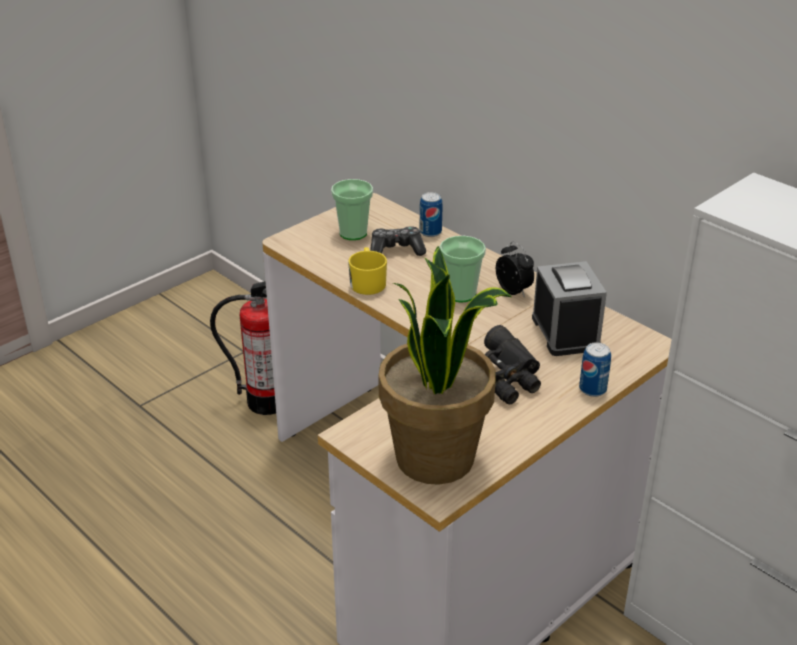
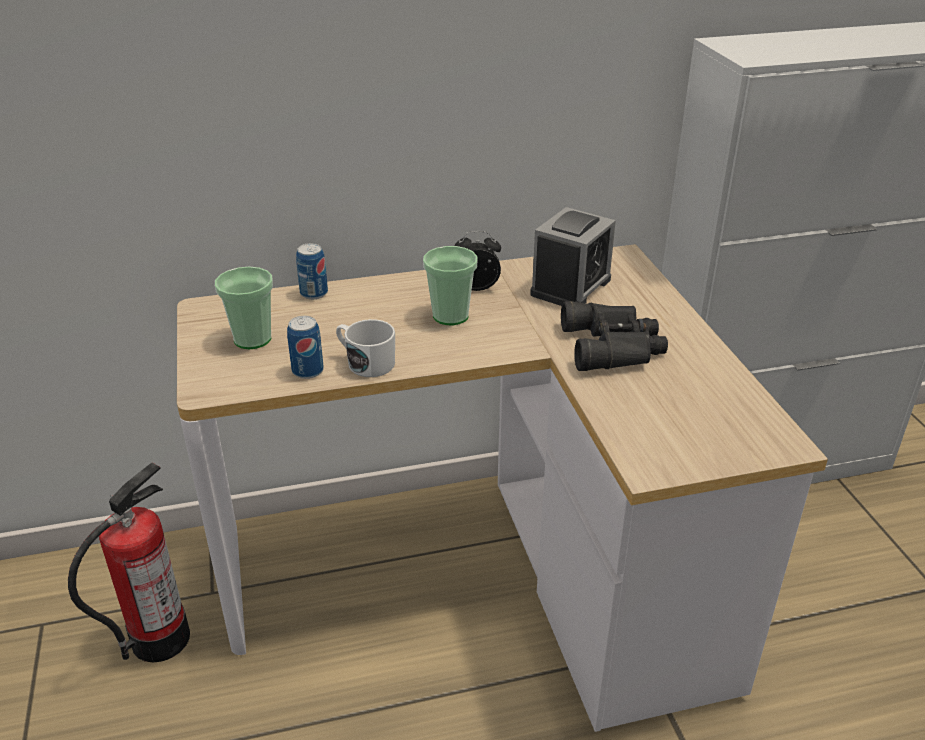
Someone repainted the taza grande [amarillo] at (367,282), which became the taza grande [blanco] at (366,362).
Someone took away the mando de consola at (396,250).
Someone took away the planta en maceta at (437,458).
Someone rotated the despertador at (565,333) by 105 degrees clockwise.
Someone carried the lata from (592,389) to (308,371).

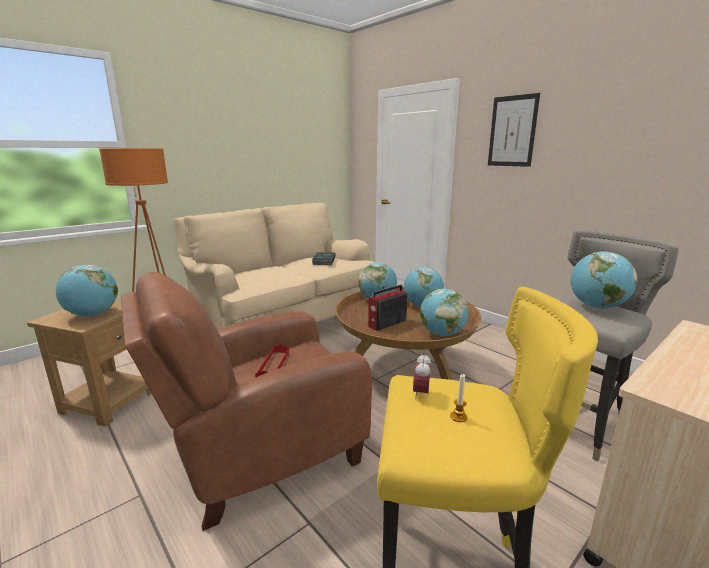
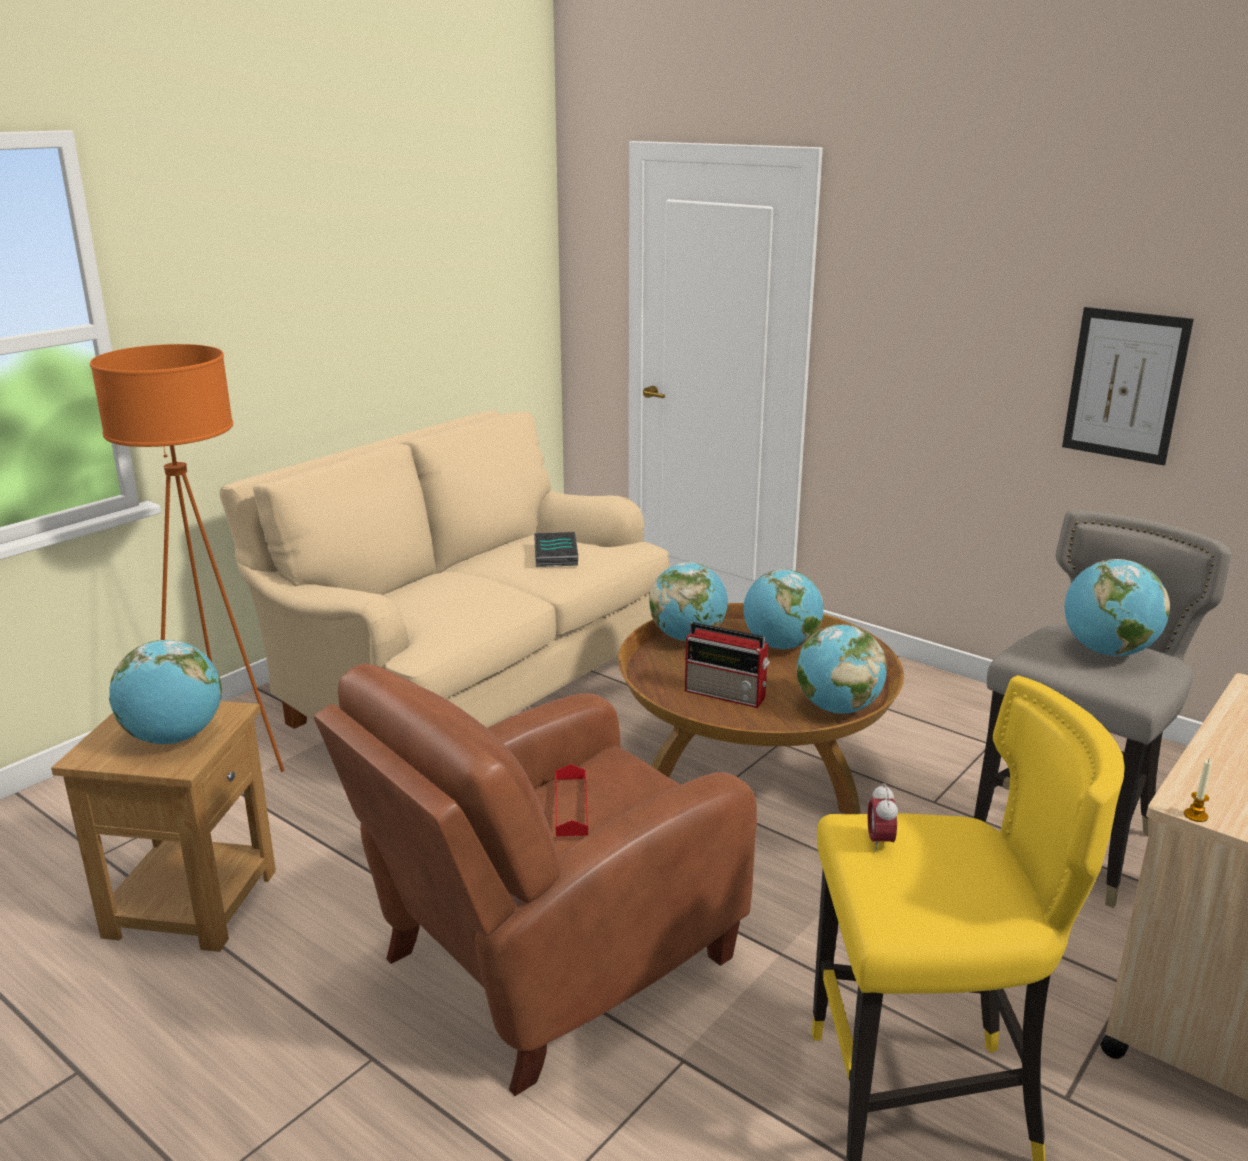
Someone rotated the radio at (386,324) by 105 degrees counterclockwise.
Someone carried the vela from (458,417) to (1195,815).
Someone carried the cuadro from (512,131) to (1125,385).

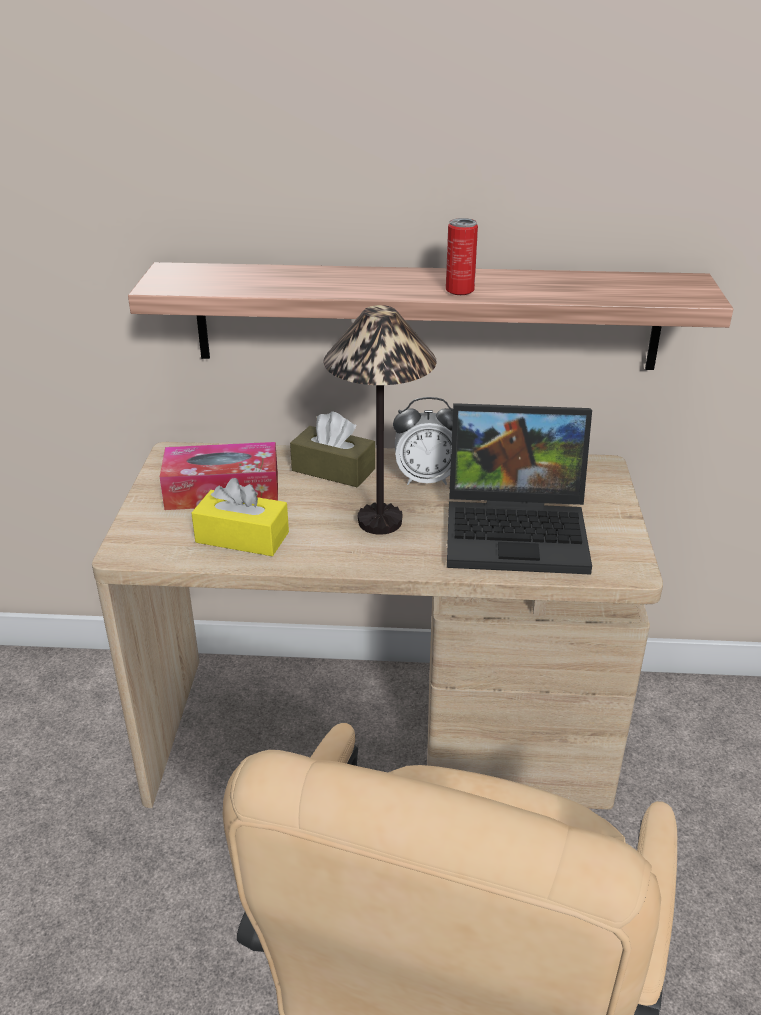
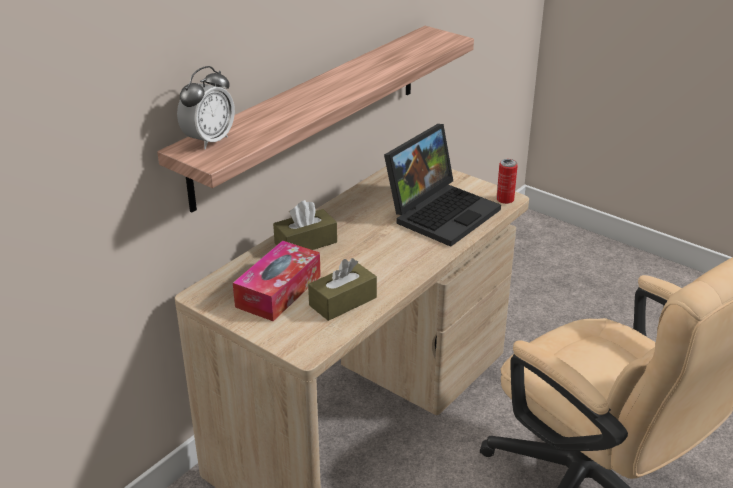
Someone repainted the caja de pañuelos [amarillo] at (242,537), which became the caja de pañuelos [marrón] at (343,301).
Someone took away the lámpara de mesa at (380,521).
Someone carried the despertador from (426,479) to (209,140).
Someone carried the lata from (459,291) to (505,200).

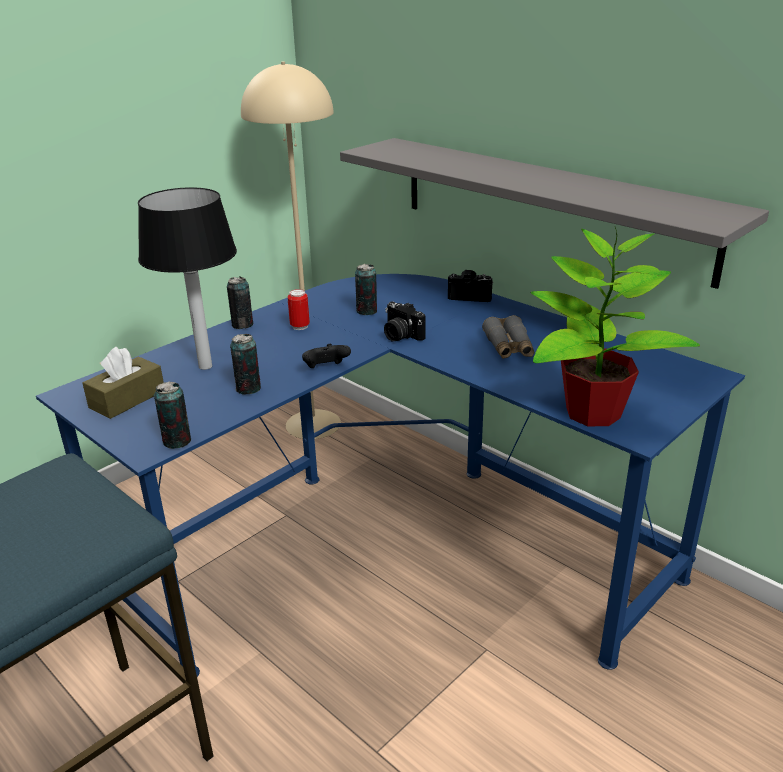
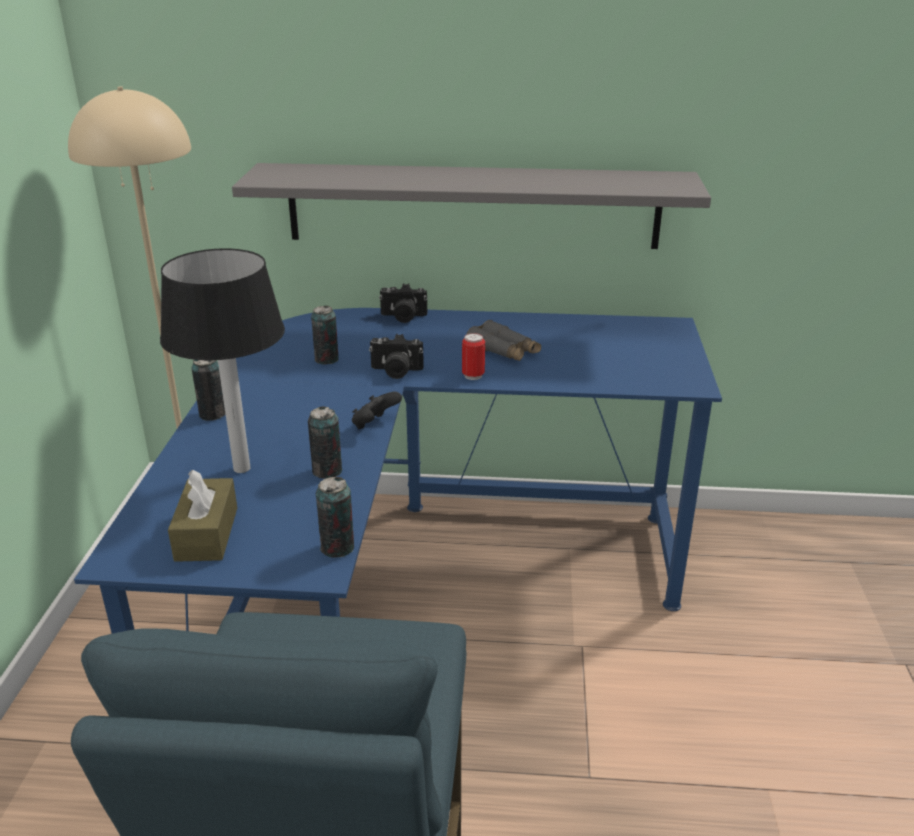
Someone carried the lata from (300,326) to (473,376).
Someone rotated the cámara at (470,296) by 150 degrees counterclockwise.
Someone took away the planta en maceta at (591,412).

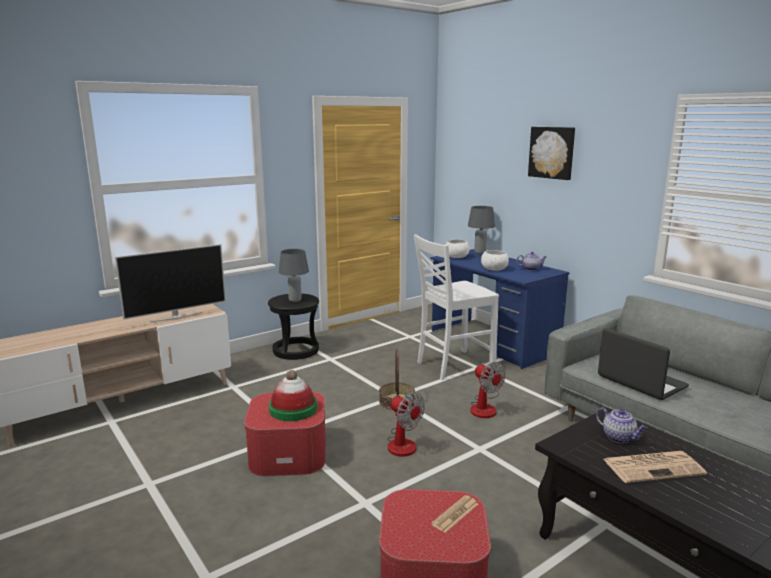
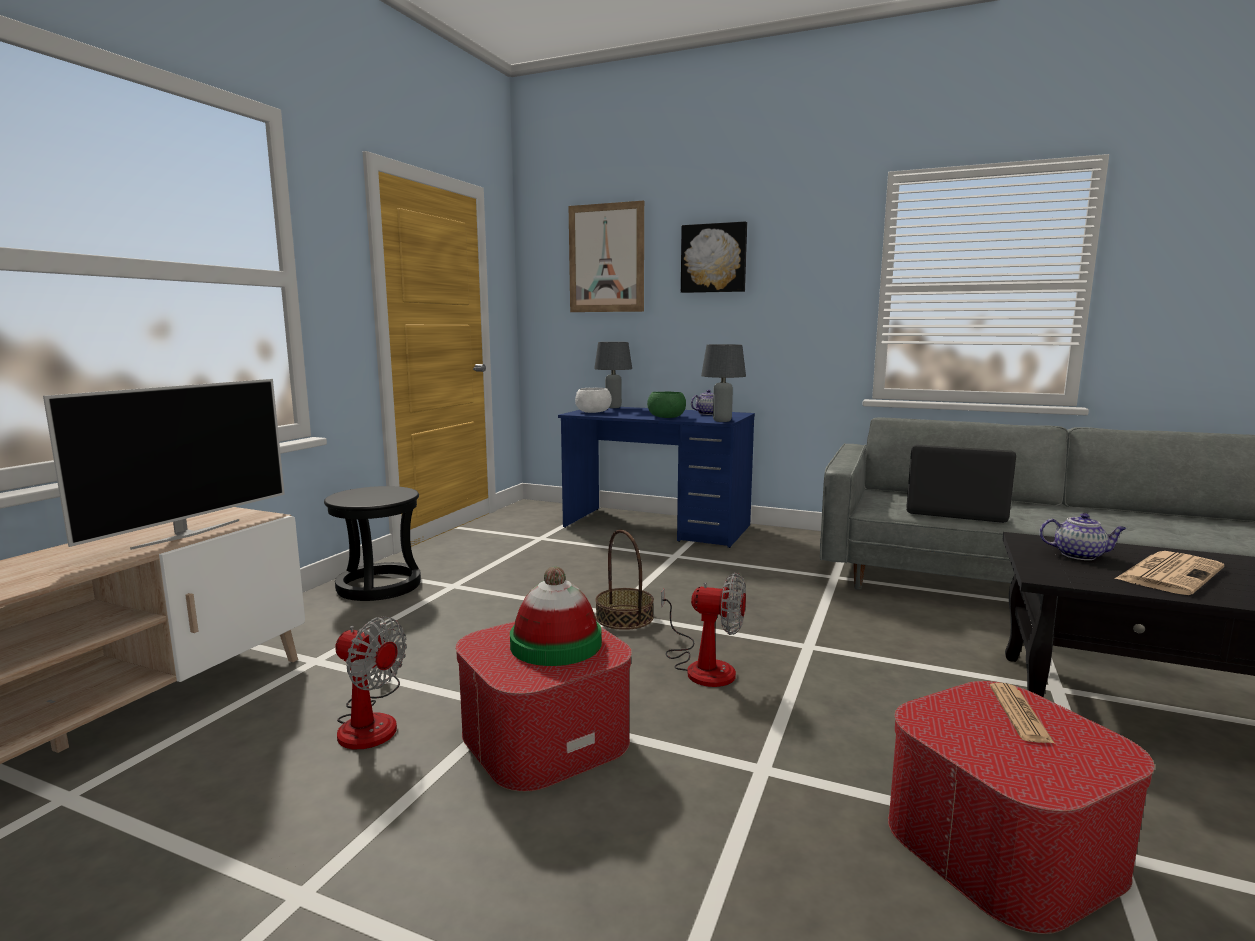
Someone carried the lámpara de mesa [gris] from (295,300) to (722,421).
Someone took away the silla [blanco] at (453,365).
Someone carried the ventilador from (485,407) to (371,720).
Someone repainted the cuenco [blanco] at (494,269), which became the cuenco [verde] at (667,417).
Someone put up the cuadro at (606,258).

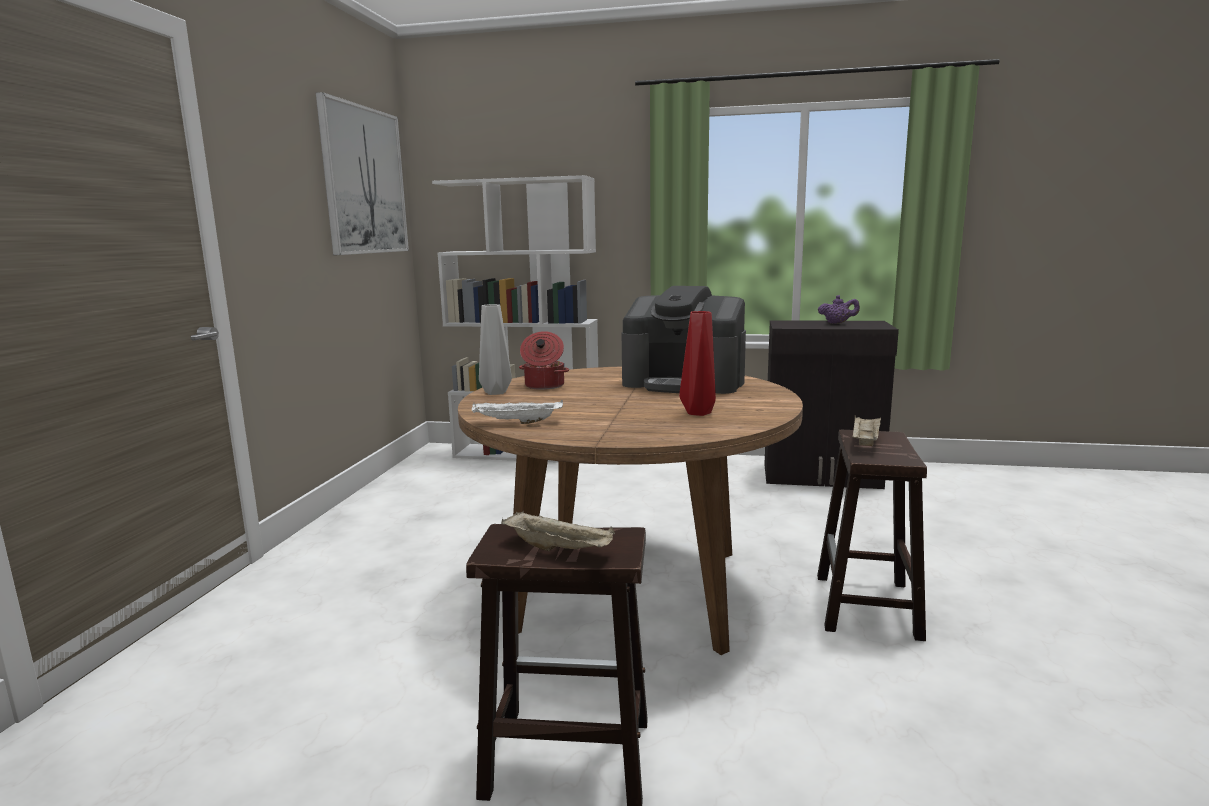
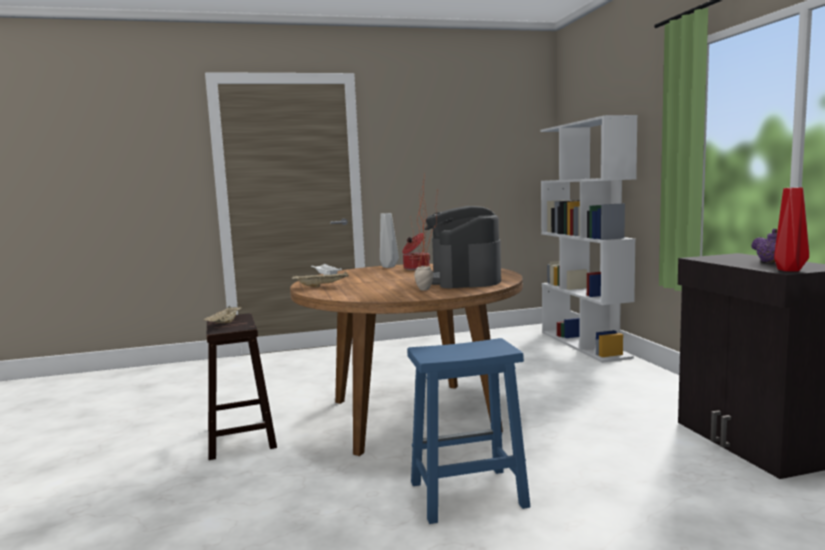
Someone took away the cuadro at (364,181).
Someone carried the florero [rojo] from (698,412) to (790,270).
Someone repainted the taburete [marrón] at (867,607), which became the taburete [azul] at (466,495).
Someone carried the bandeja [beis] from (865,441) to (322,286).
Someone put down the planta en maceta at (427,290).

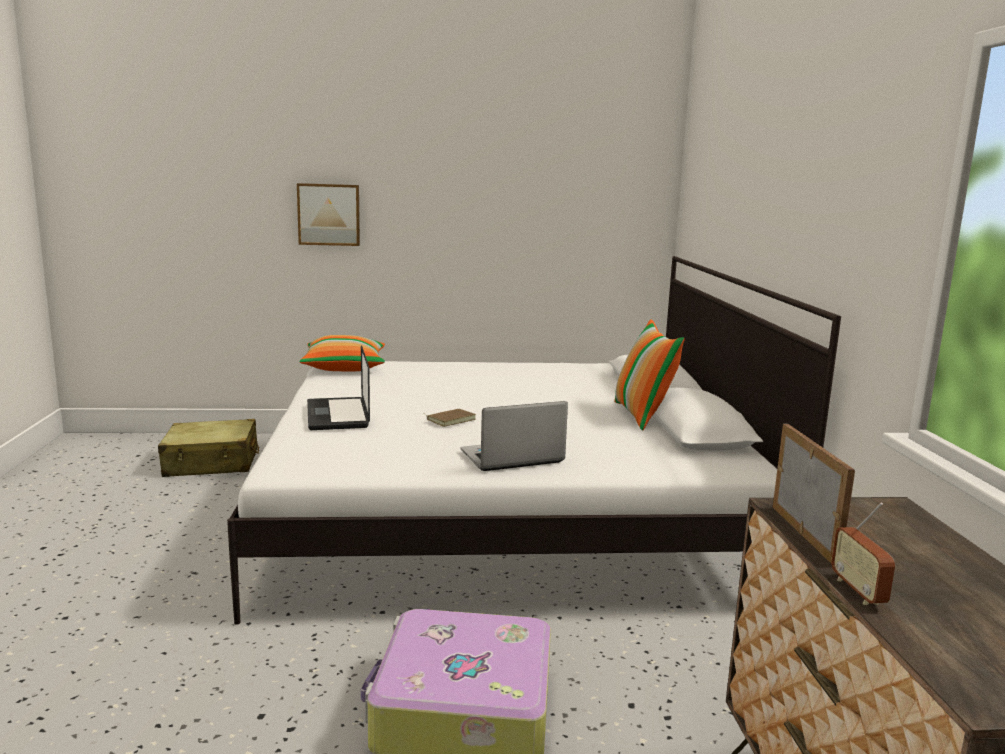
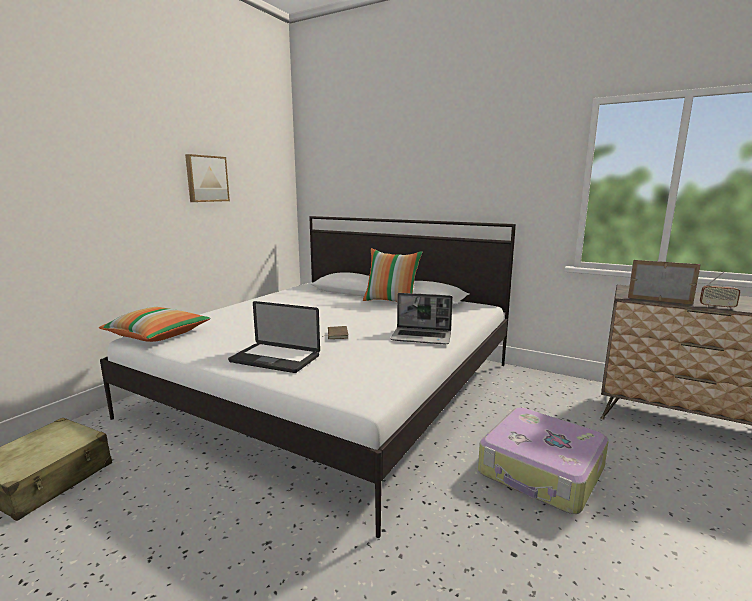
Someone carried the cuadro from (329,214) to (206,179).
Someone rotated the portátil at (511,458) by 90 degrees counterclockwise.

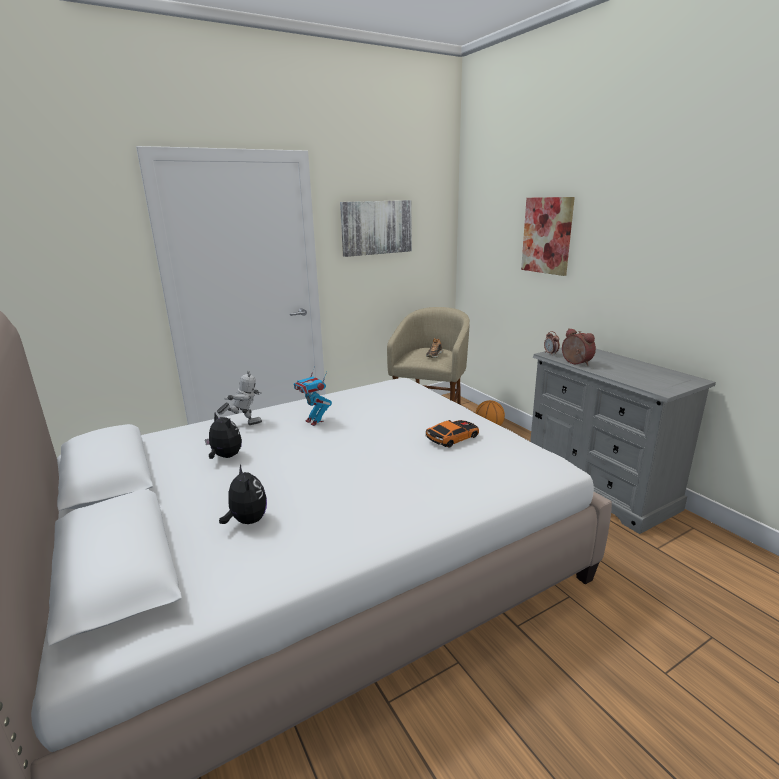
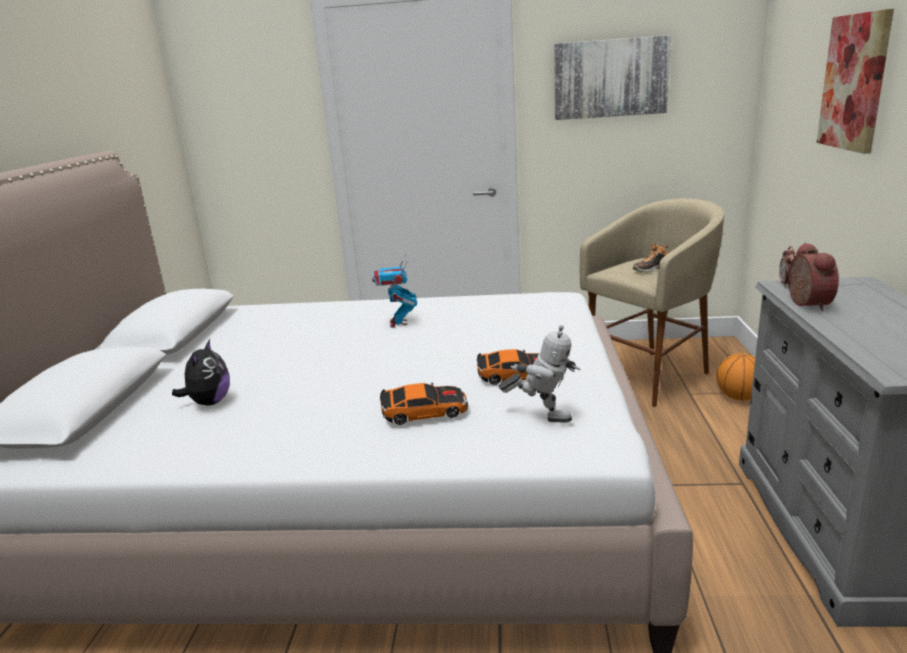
Someone took away the peluche at (225,457).
Someone carried the robot de juguete from (244,423) to (542,416).
Someone put down the coche de juguete at (424,410).

